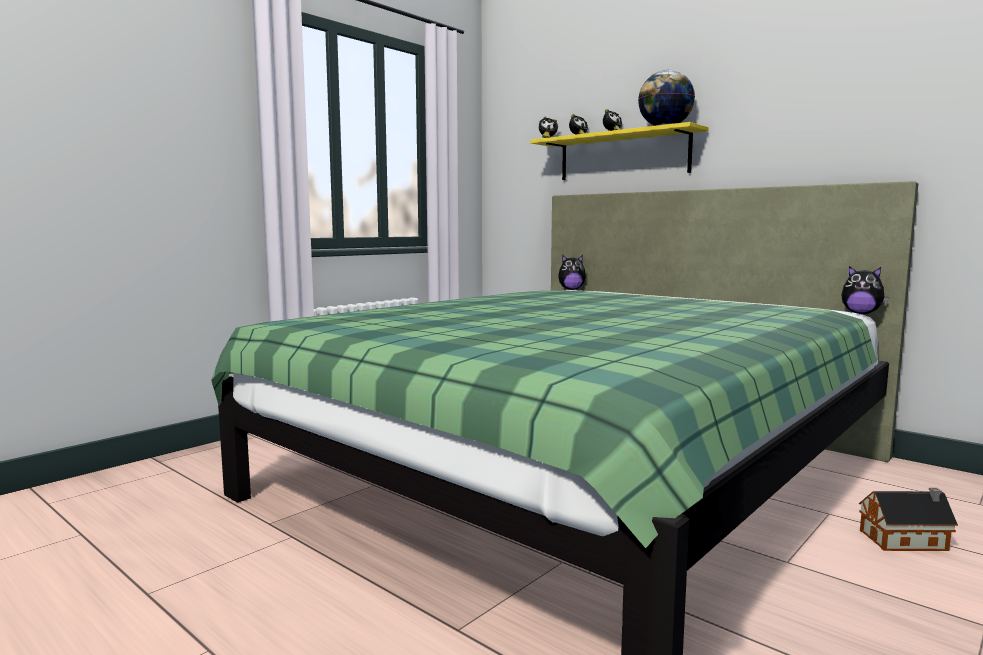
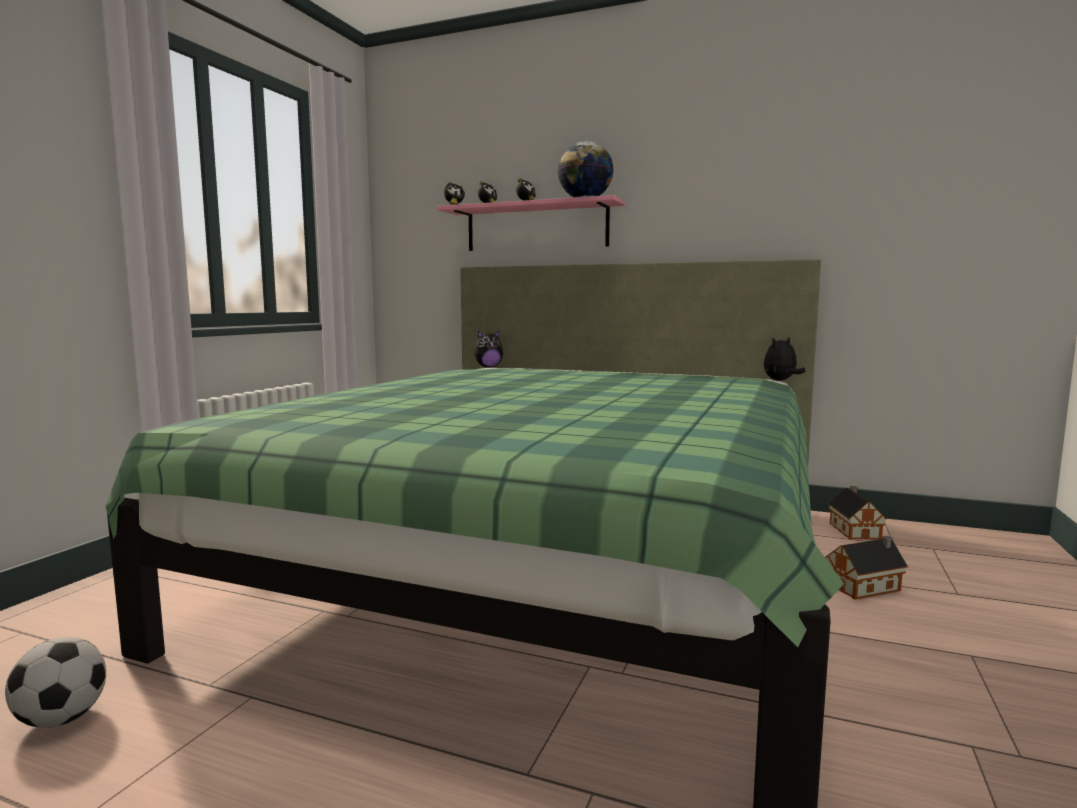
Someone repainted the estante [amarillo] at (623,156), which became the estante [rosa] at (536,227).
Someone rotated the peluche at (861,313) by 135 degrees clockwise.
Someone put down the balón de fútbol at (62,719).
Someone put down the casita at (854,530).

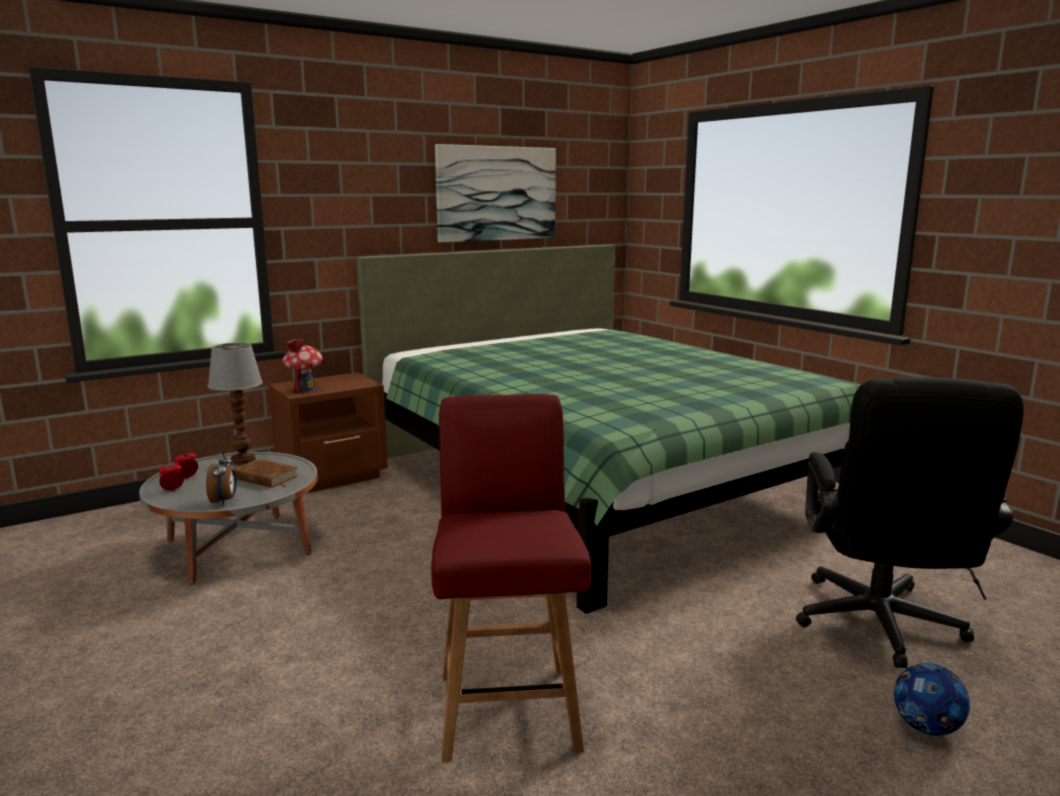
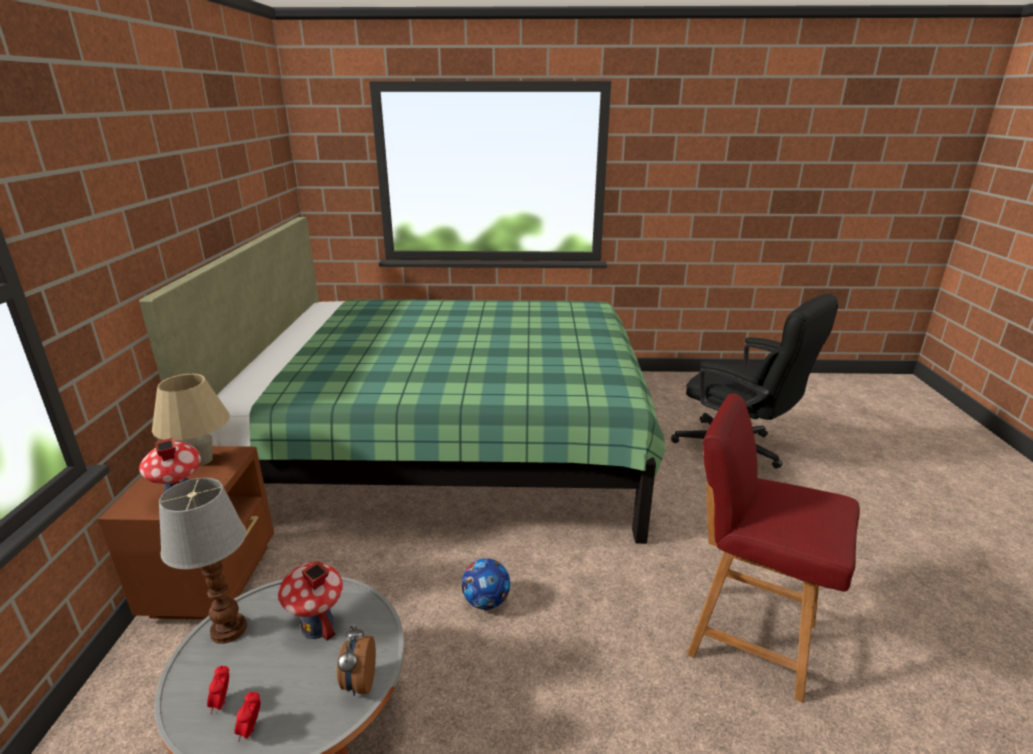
Someone rotated the despertador at (224,501) by 120 degrees counterclockwise.
Someone swapped the libro [marrón] at (265,478) for the casita at (317,626).
Someone took away the cuadro at (496,193).
Someone carried the balón de fútbol from (926,727) to (486,601).
Someone put down the lámpara de mesa [beis] at (201,460).

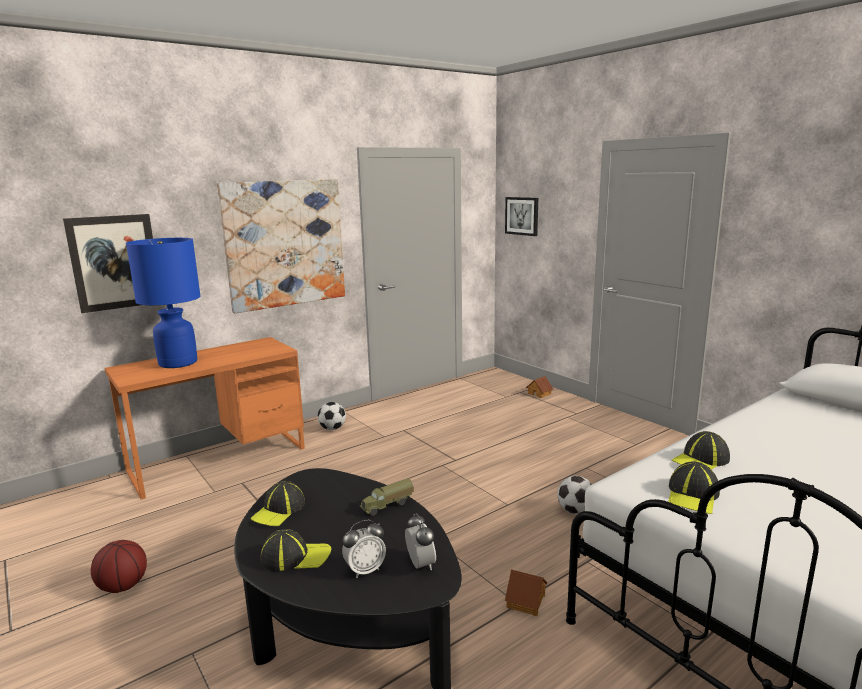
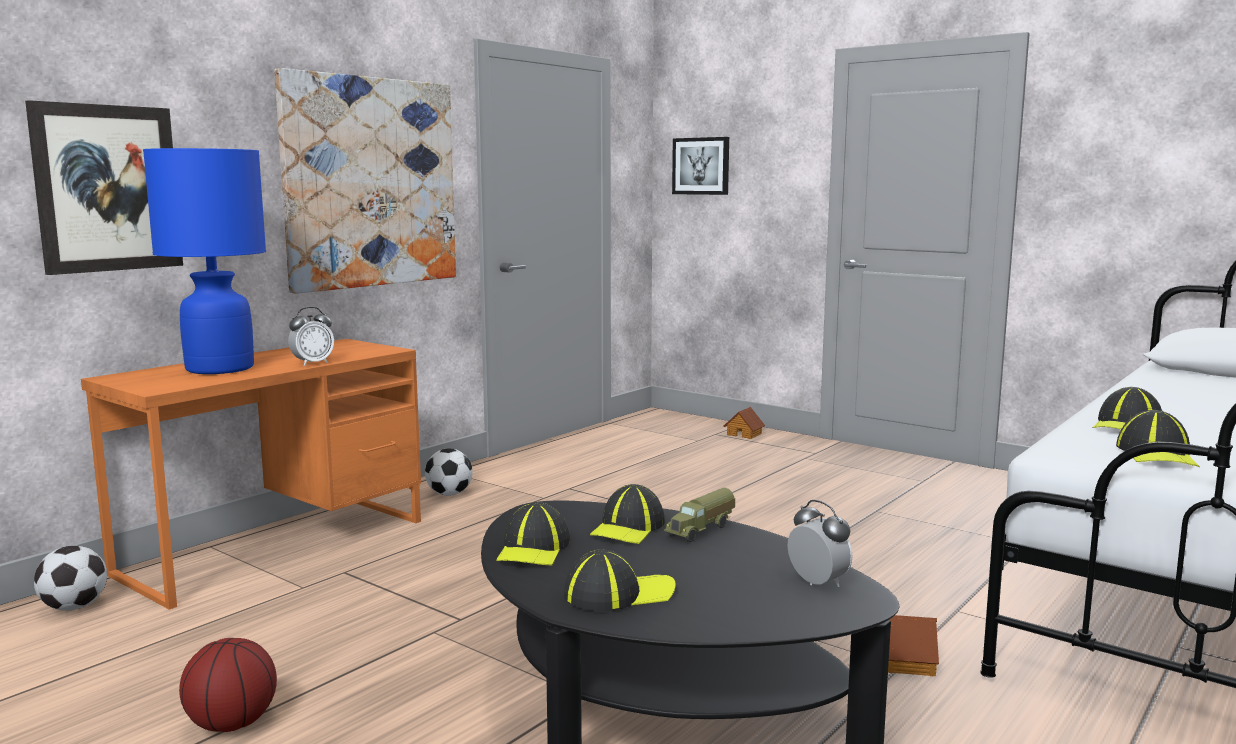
Someone carried the despertador from (365,570) to (312,363).
Someone carried the balón de fútbol from (575,511) to (74,607).
Someone put down the gorra at (628,528).

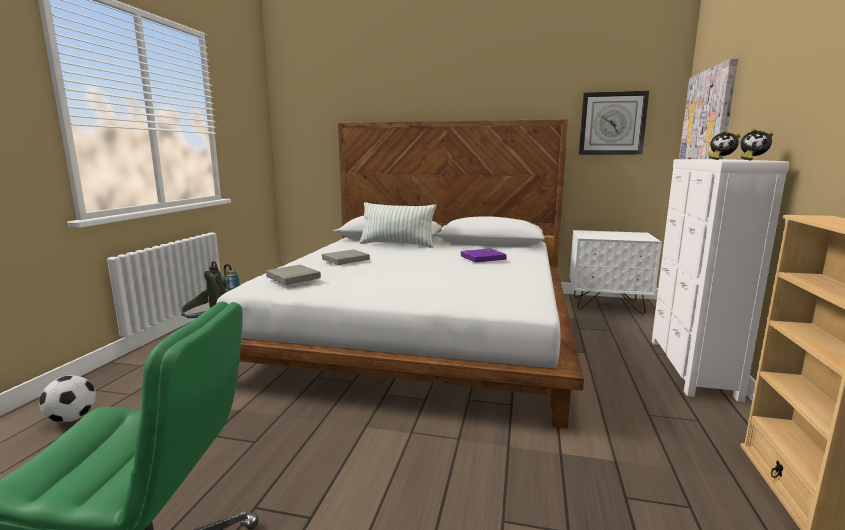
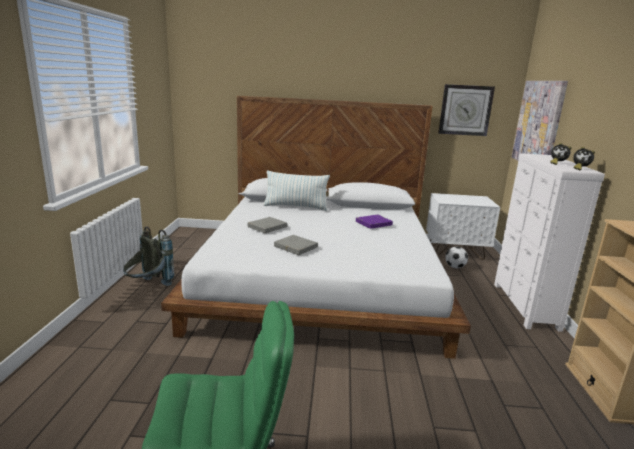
Someone carried the balón de fútbol from (72,418) to (455,267).
Someone carried the libro [gris] from (293,278) to (295,247).

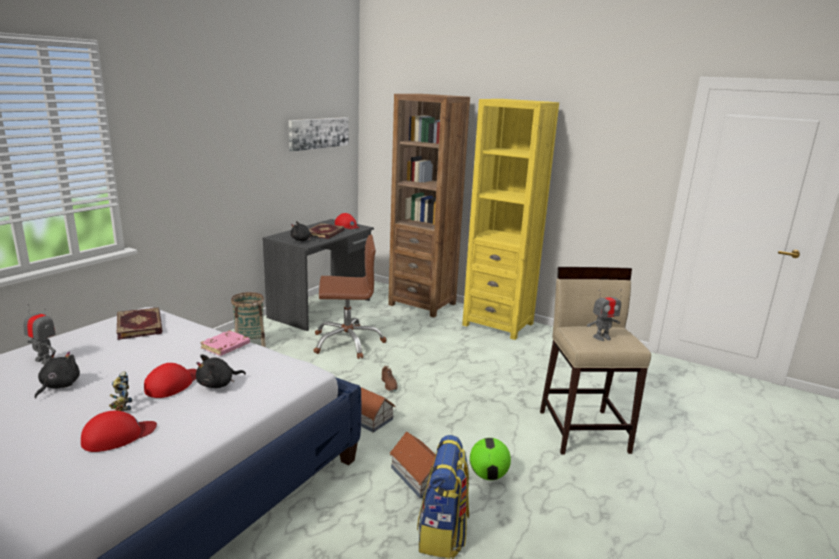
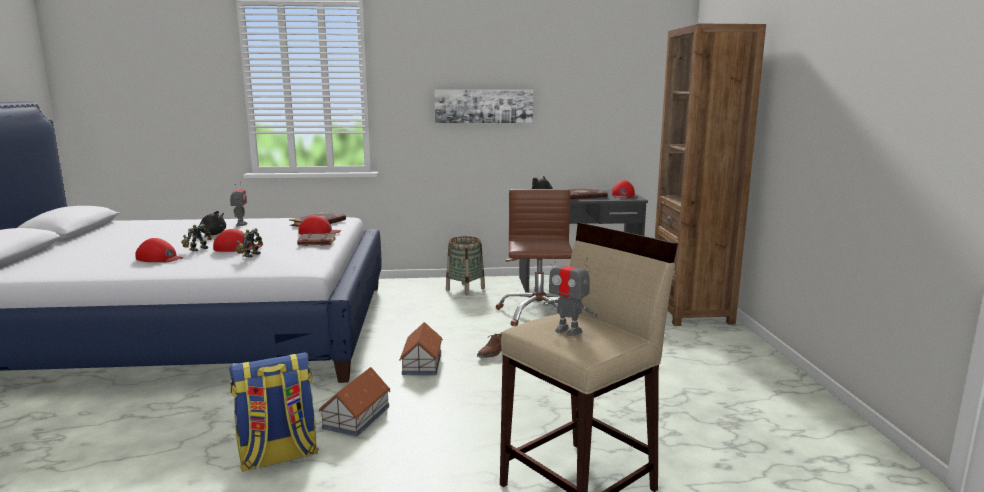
Someone swapped the peluche [negro] at (218,384) for the robot de juguete at (249,255).
Someone repainted the libro [rosa] at (225,347), which became the libro [marrón] at (316,243).
Someone carried the cuadro from (318,133) to (483,106).
Someone rotated the silla de oficina [marrón] at (347,342) by 135 degrees counterclockwise.
Someone took away the estantería [amarillo] at (498,324).
Someone took away the balón de fútbol at (488,475).
Someone put down the gorra [rojo] at (319,232).

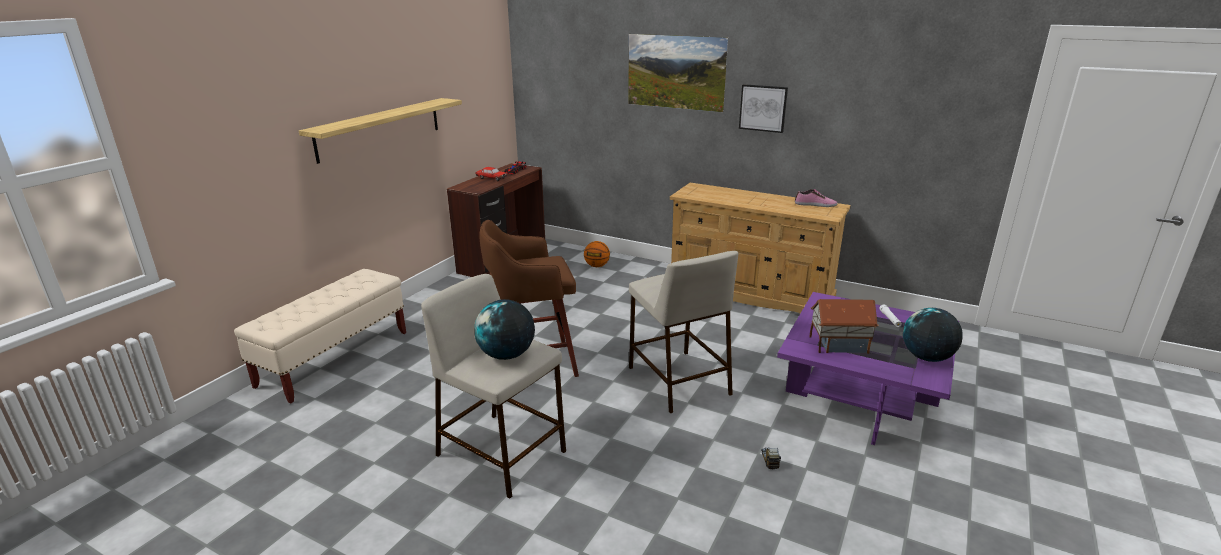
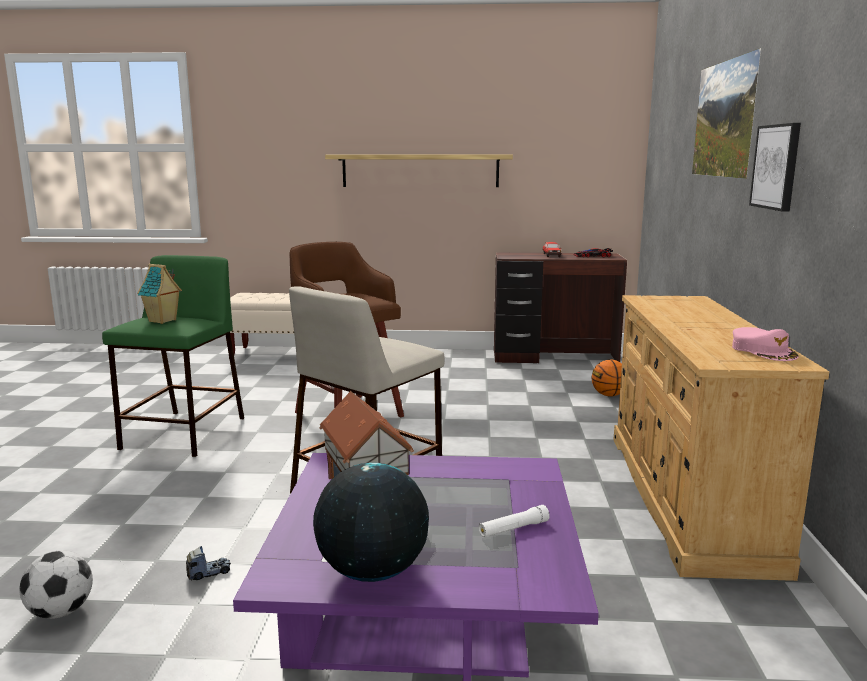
Someone repainted the taburete [beis] at (502,453), which became the taburete [verde] at (184,433).
Someone swapped the globo terráqueo at (507,355) for the casita at (163,321).
Someone swapped the zapato at (815,205) for the gorra [rosa] at (763,351).
Someone put down the balón de fútbol at (61,612).

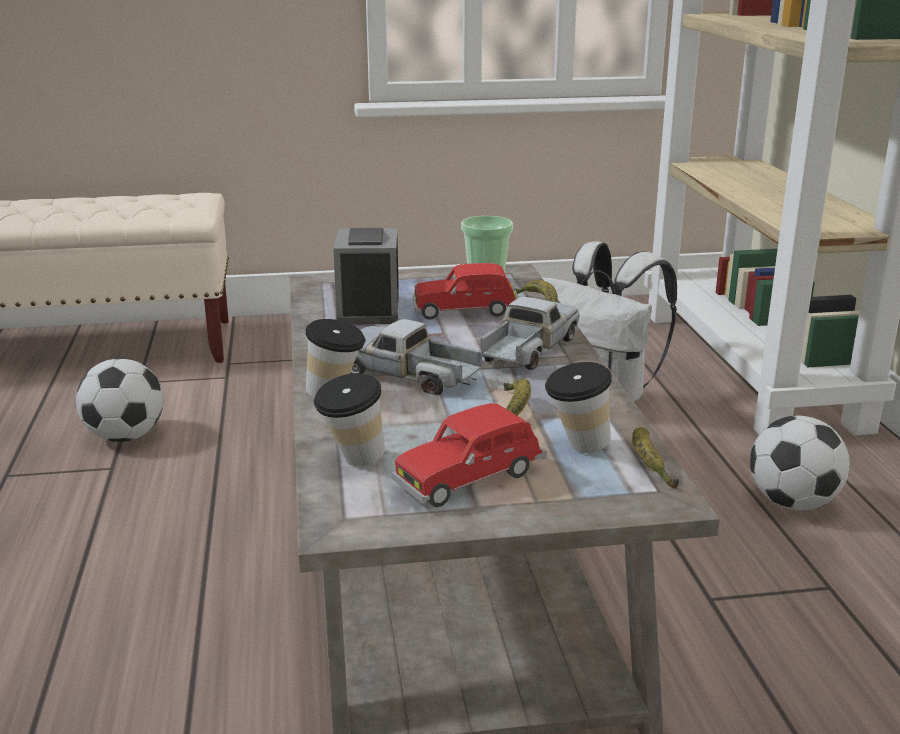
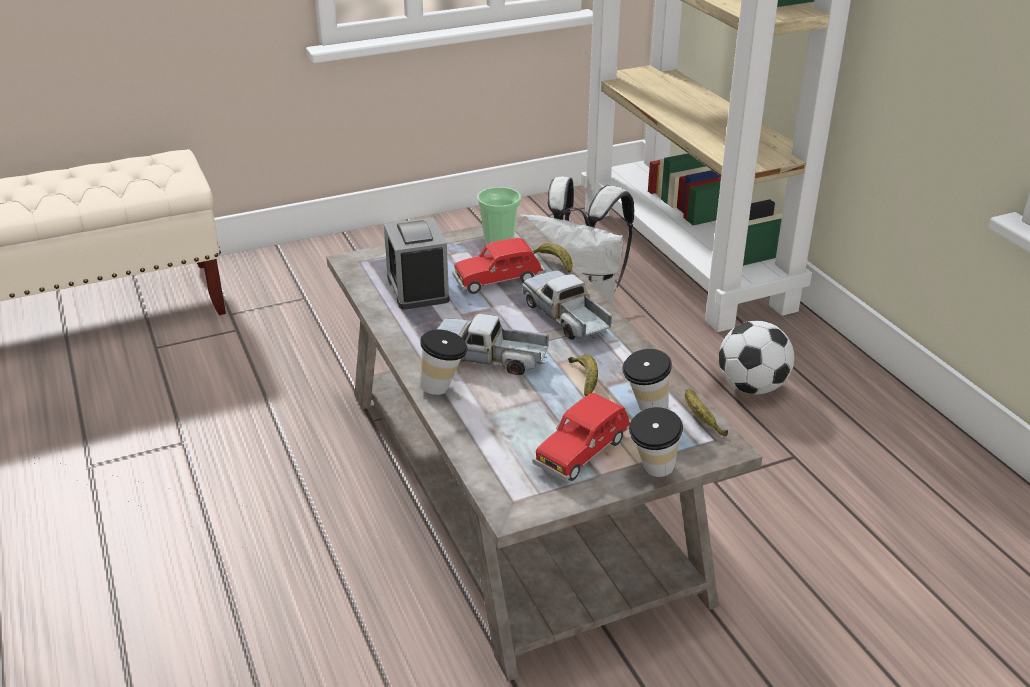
Someone took away the balón de fútbol at (125,437).
Someone carried the taza from (352,462) to (652,473).
Someone rotated the camión de juguete at (527,350) by 45 degrees counterclockwise.

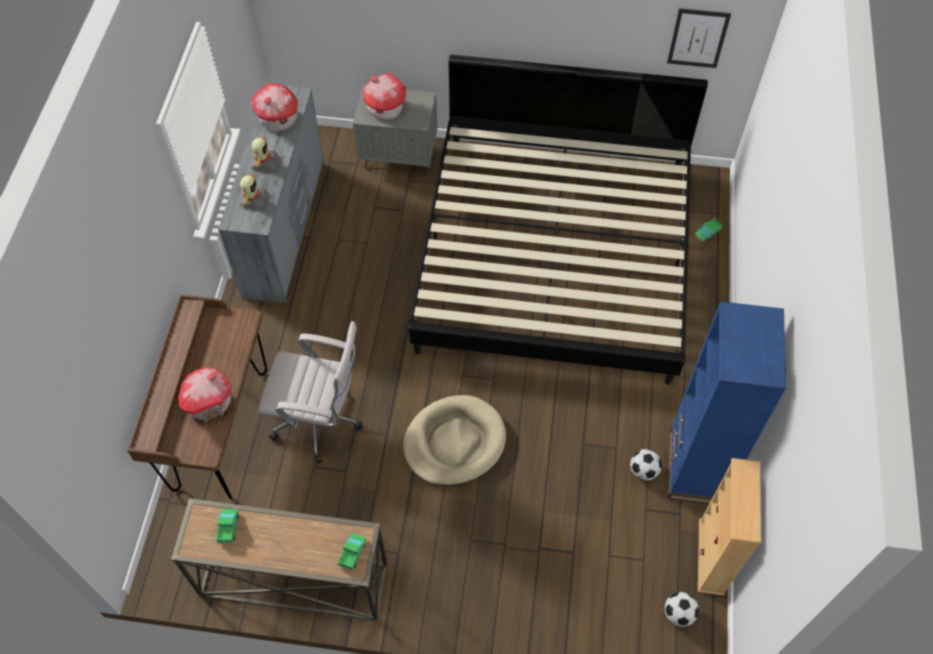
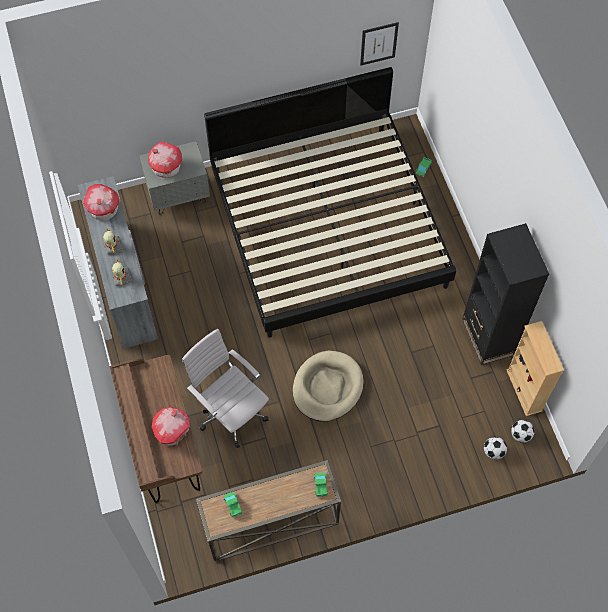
Someone rotated the silla de oficina [blanco] at (321,421) by 120 degrees counterclockwise.
Someone carried the balón de fútbol from (643,471) to (493,451).
Someone repainted the estantería [azul] at (694,467), which became the estantería [negro] at (488,337).

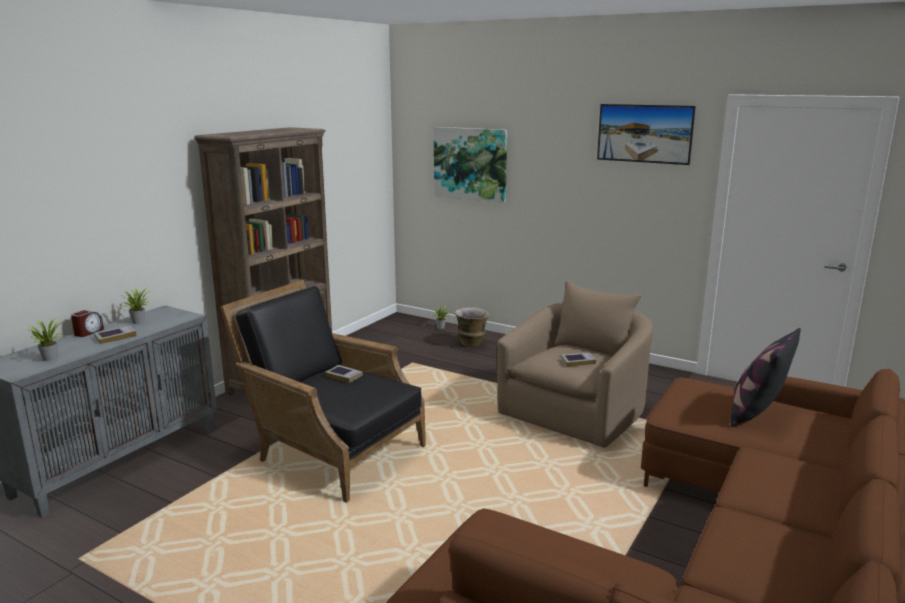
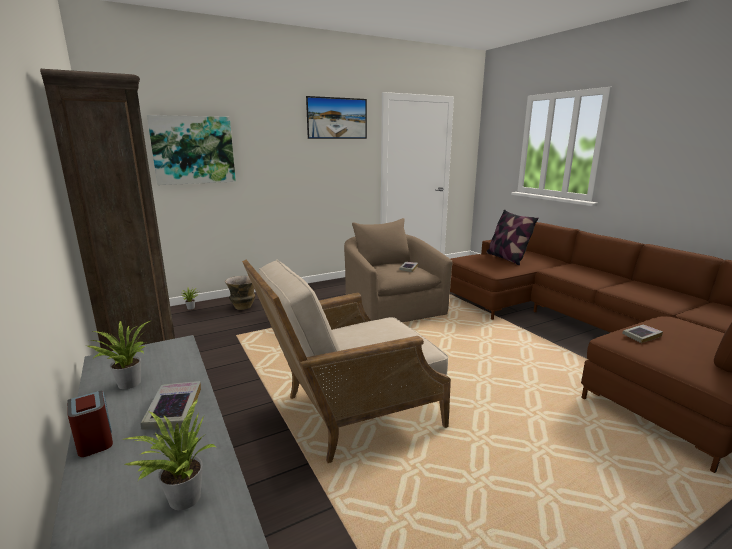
Someone repainted the sillón [negro] at (330,451), which became the sillón [beis] at (349,414).
Someone carried the libro from (344,376) to (641,336).

